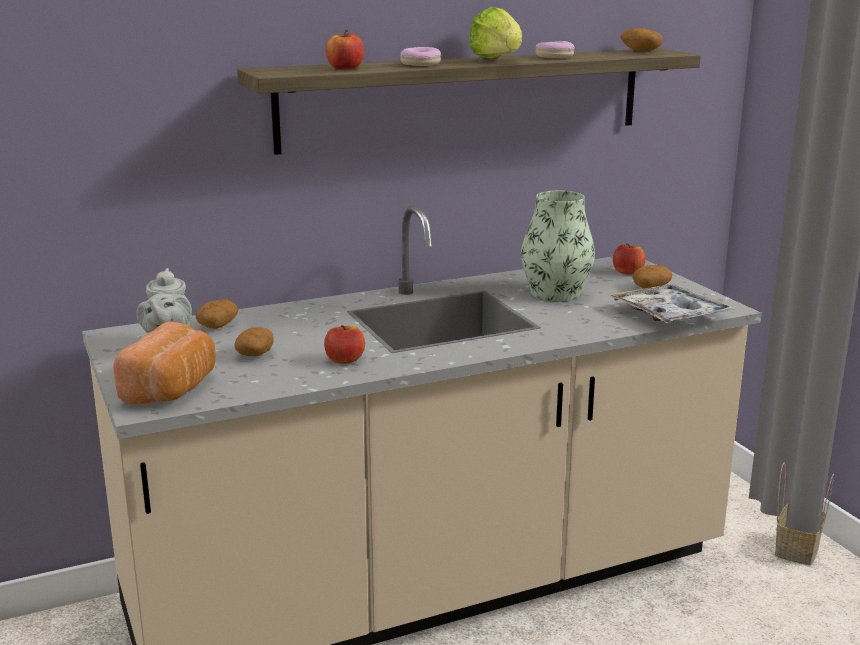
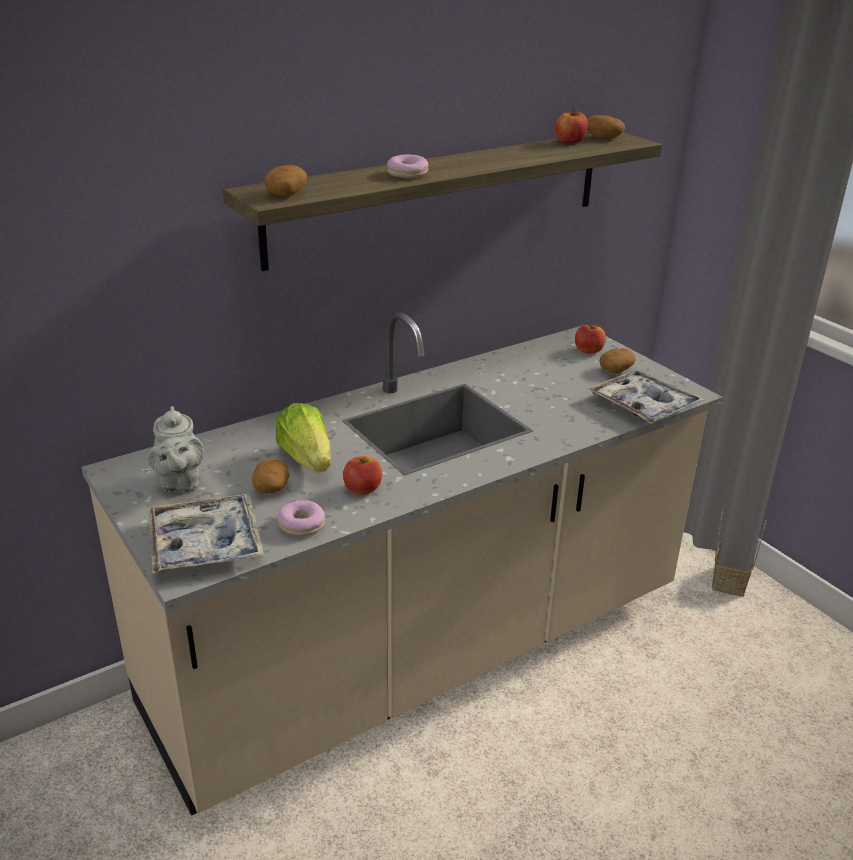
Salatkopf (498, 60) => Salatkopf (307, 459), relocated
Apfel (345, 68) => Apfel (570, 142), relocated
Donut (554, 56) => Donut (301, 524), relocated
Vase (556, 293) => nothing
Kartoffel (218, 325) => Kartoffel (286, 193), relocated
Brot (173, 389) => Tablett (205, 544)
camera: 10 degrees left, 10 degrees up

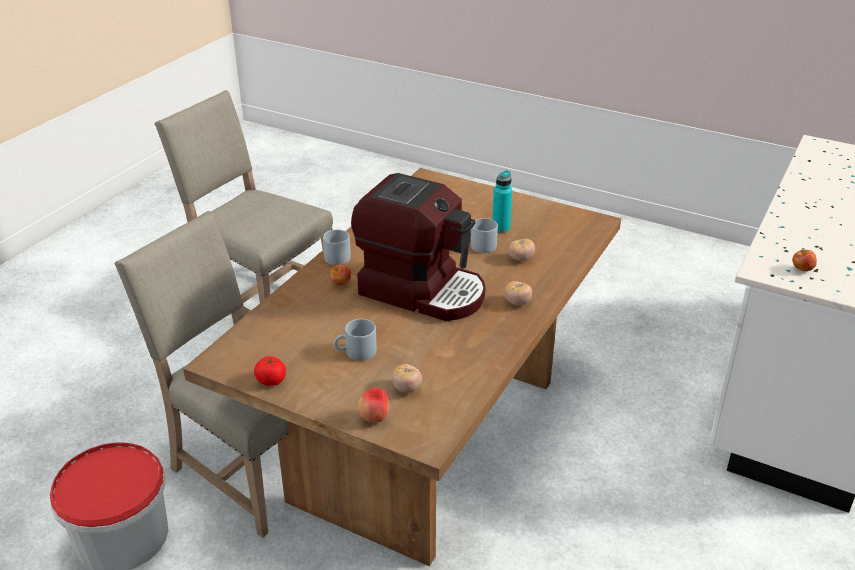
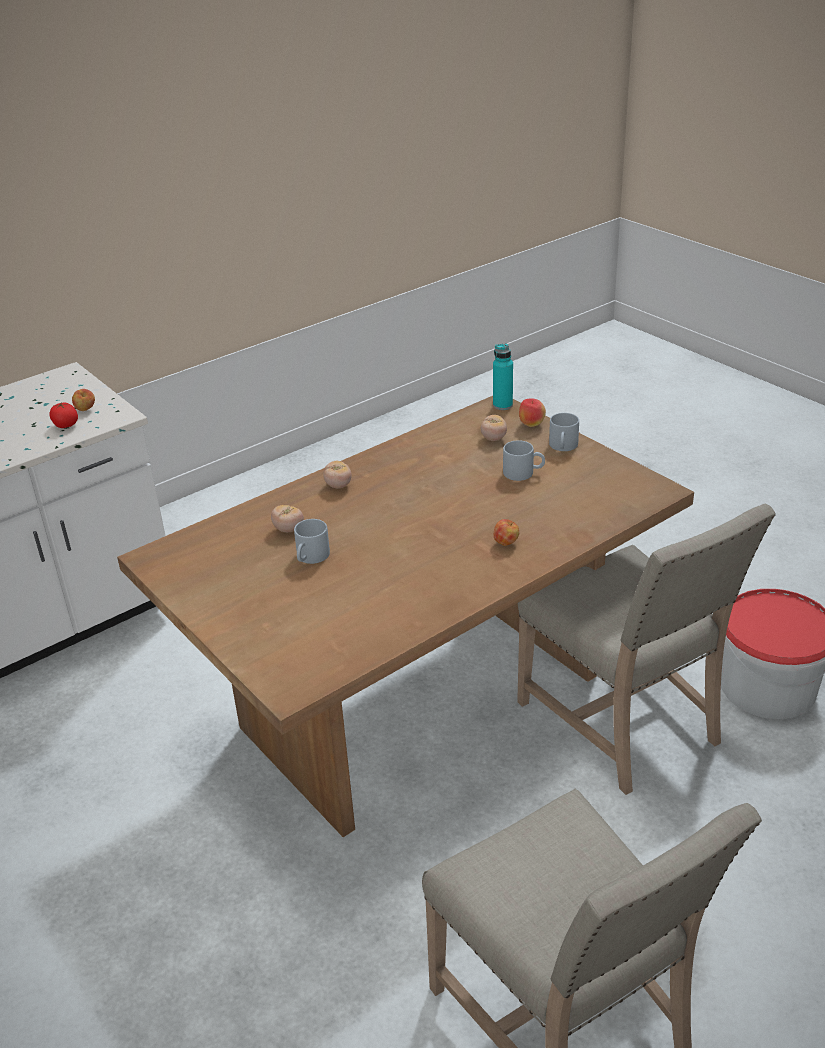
Flasche [türkis] (501, 228) => Flasche [türkis] (502, 405), relocated
Kaffeemaschine (423, 290) => nothing
Henkelbecher [grau] (336, 255) => Henkelbecher [grau] (563, 446), relocated
Tomate (271, 380) => Tomate (66, 425), relocated
camera: 155 degrees left, 0 degrees up

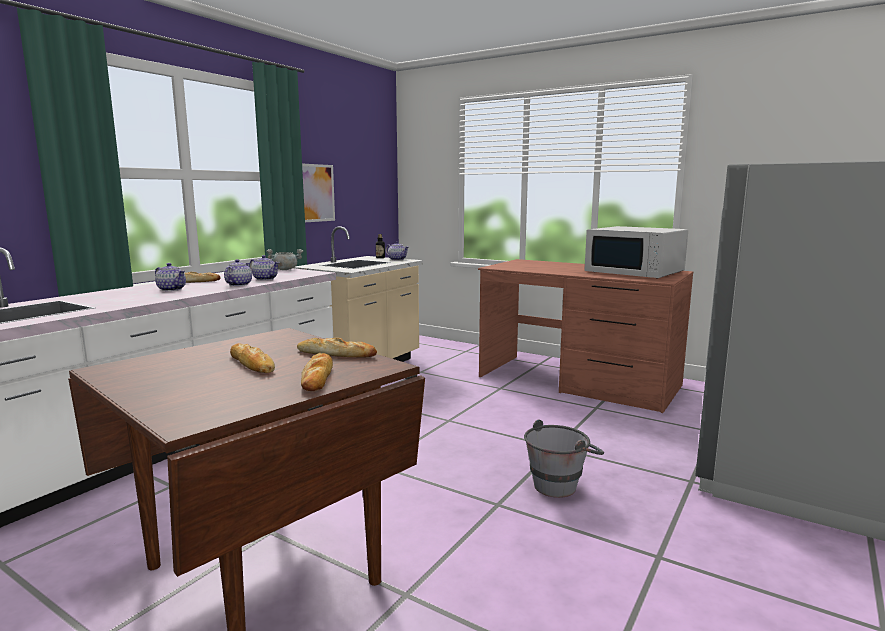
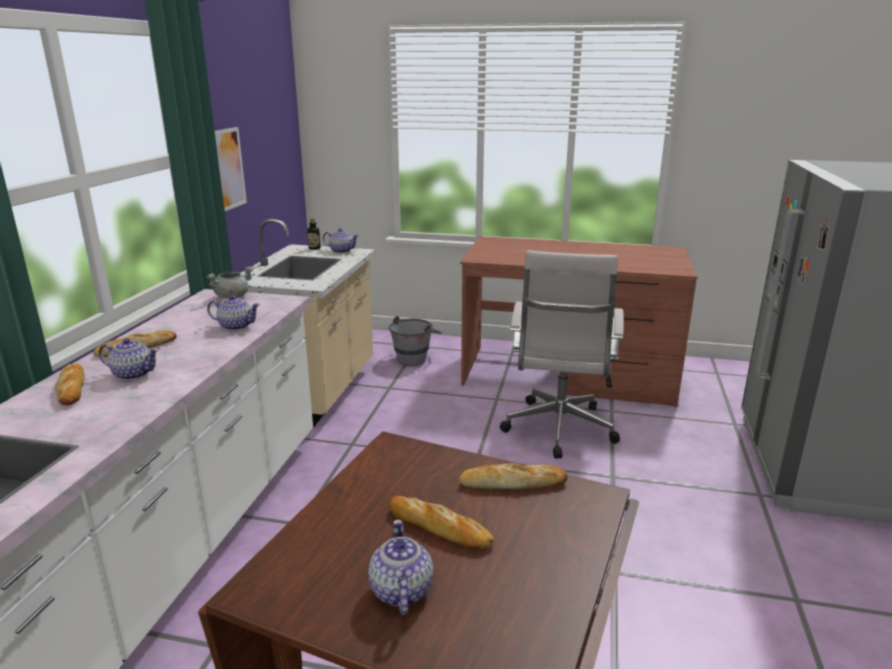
Mikrowelle [weiß] (635, 272) => nothing
Teekanne (238, 284) => Teekanne (400, 591), relocated
Brot (318, 377) => Brot (72, 388), relocated
Eimer [grau] (561, 484) => Eimer [grau] (415, 357), relocated
nothing => Bürostuhl [weiß] (558, 431)
camera: 20 degrees left, 10 degrees up

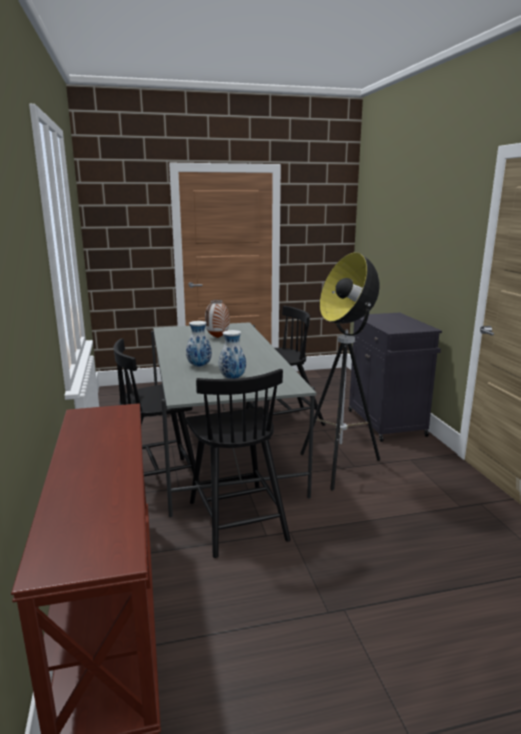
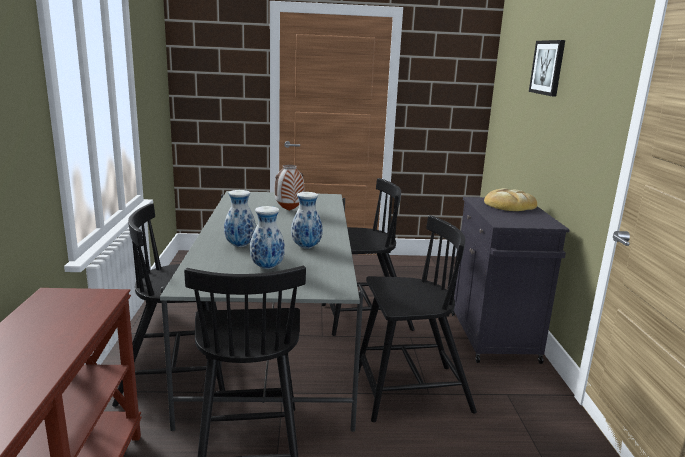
Stehlampe (340, 467) => Stuhl [schwarz] (410, 392)
nothing => Bild (548, 67)
nothing => Brot (509, 205)
nothing => Vase (306, 247)
camera: 10 degrees right, 0 degrees up

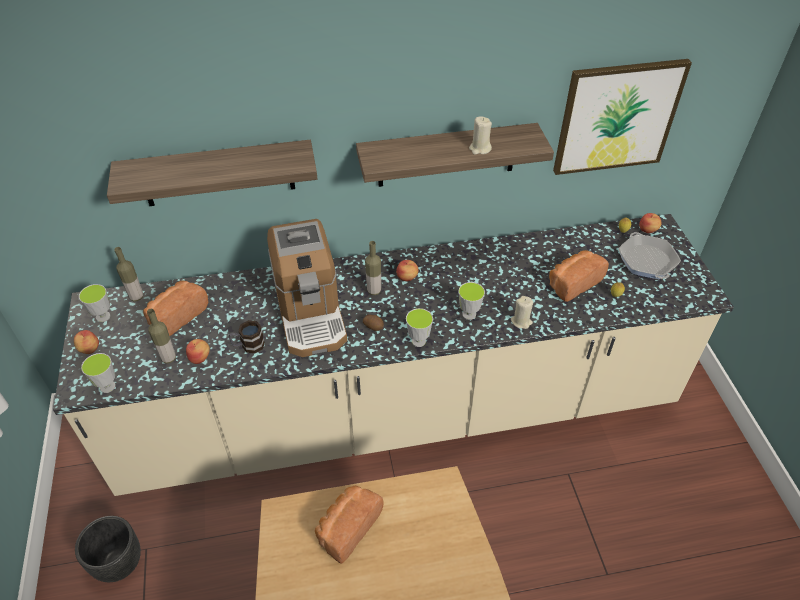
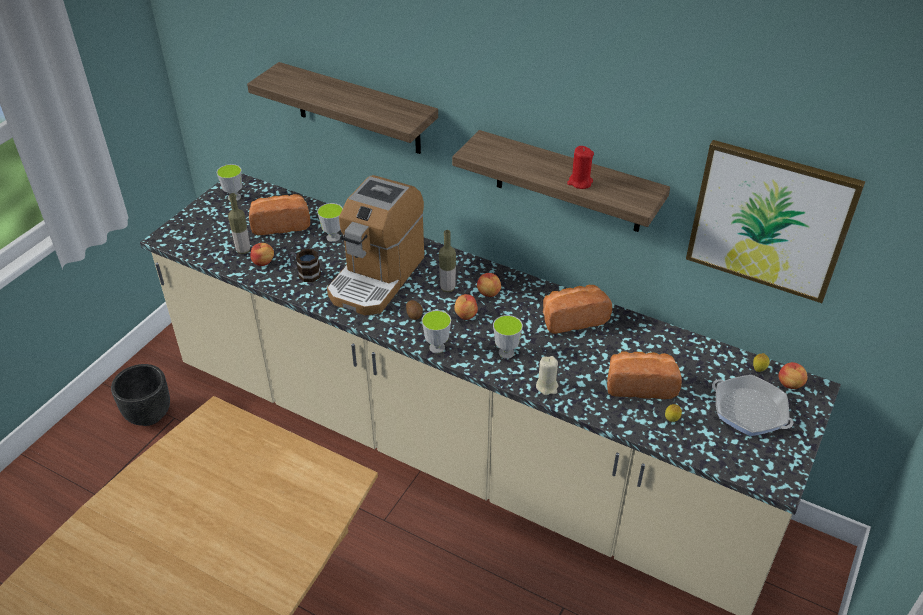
Kerze [beige] (479, 149) => Kerze [rot] (580, 182)
Pfanne (647, 261) => Pfanne (749, 410), 75 degrees counterclockwise
Flasche (136, 297) => nothing
Apfel (89, 349) => Apfel (465, 315), relocated
Tasse (107, 386) => Tasse (333, 237), relocated
Brot (347, 527) => Brot (572, 318), relocated
camera: 40 degrees right, 5 degrees down

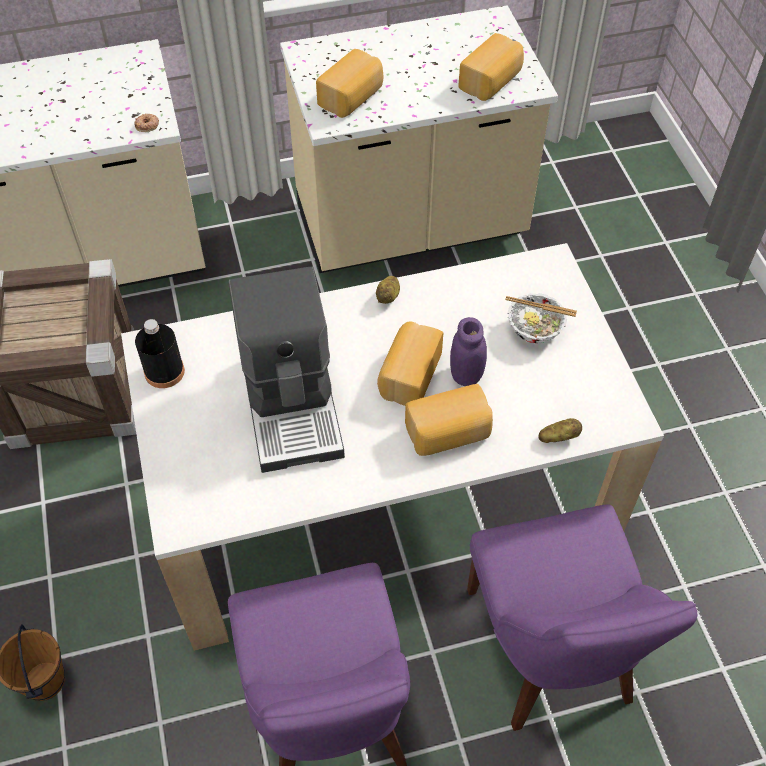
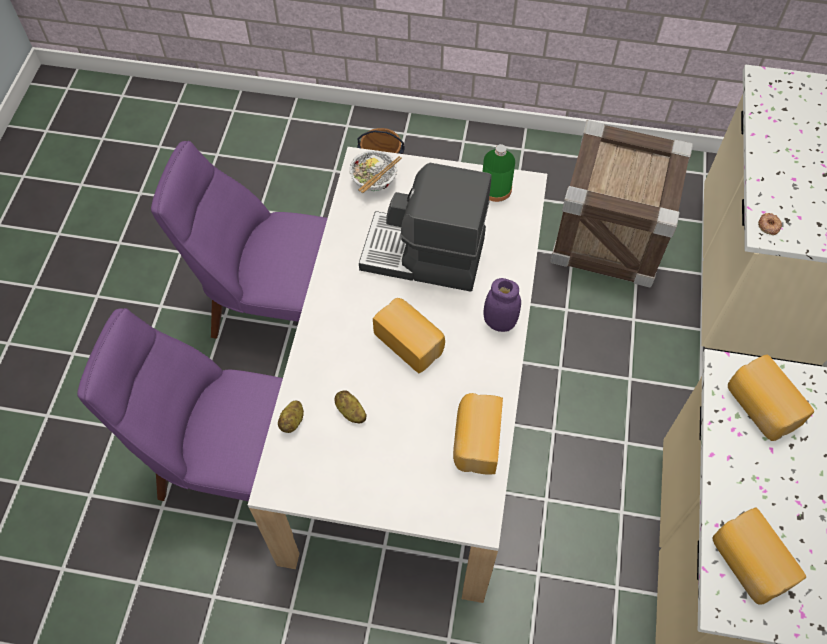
Kartoffel (388, 296) => Kartoffel (350, 412), relocated
Schüssel (534, 330) => Schüssel (374, 181), relocated
Vorratsglas [lila] (466, 375) => Vorratsglas [lila] (499, 322), relocated
Flasche [schwarz] (164, 372) => Flasche [grün] (496, 189)
Brot (448, 433) => Brot (476, 440), relocated
camera: 115 degrees right, 5 degrees up

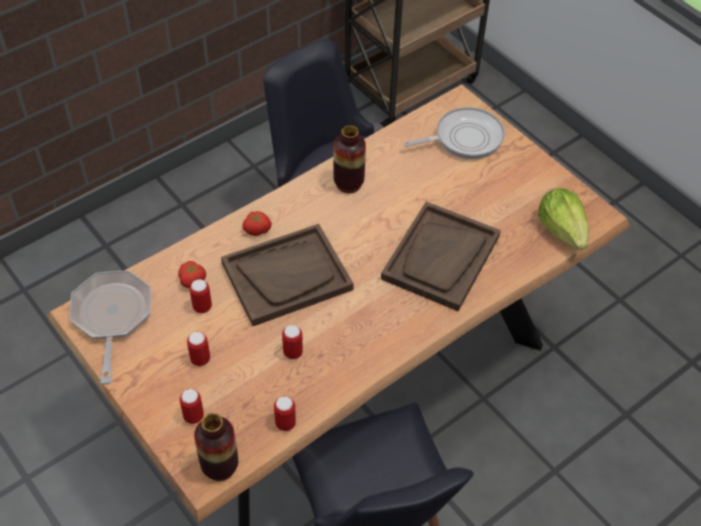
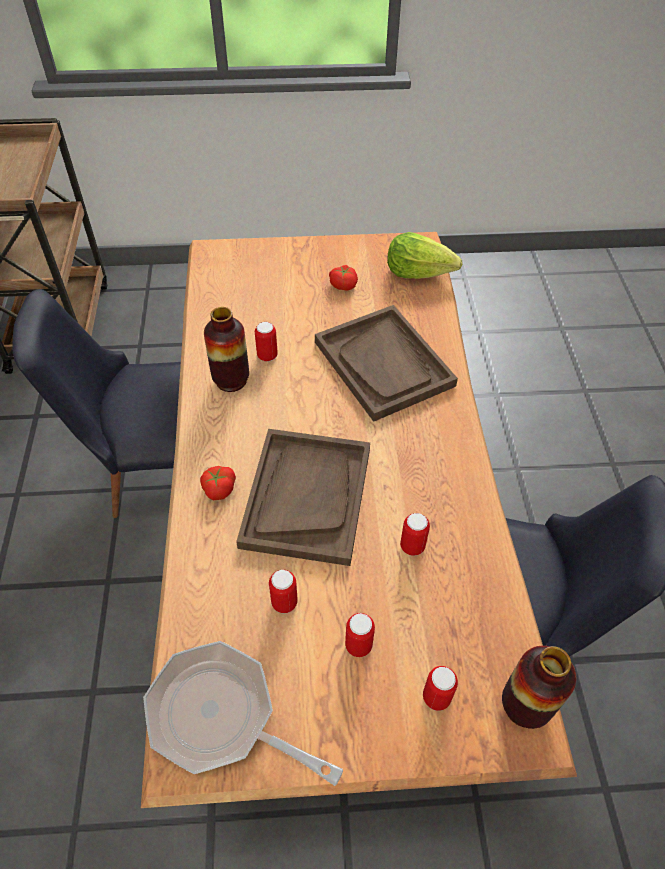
Pfanne (464, 138) => nothing
Tomate (193, 280) => Tomate (344, 285), relocated
Dose (285, 423) => Dose (267, 356), relocated
camera: 55 degrees left, 0 degrees up

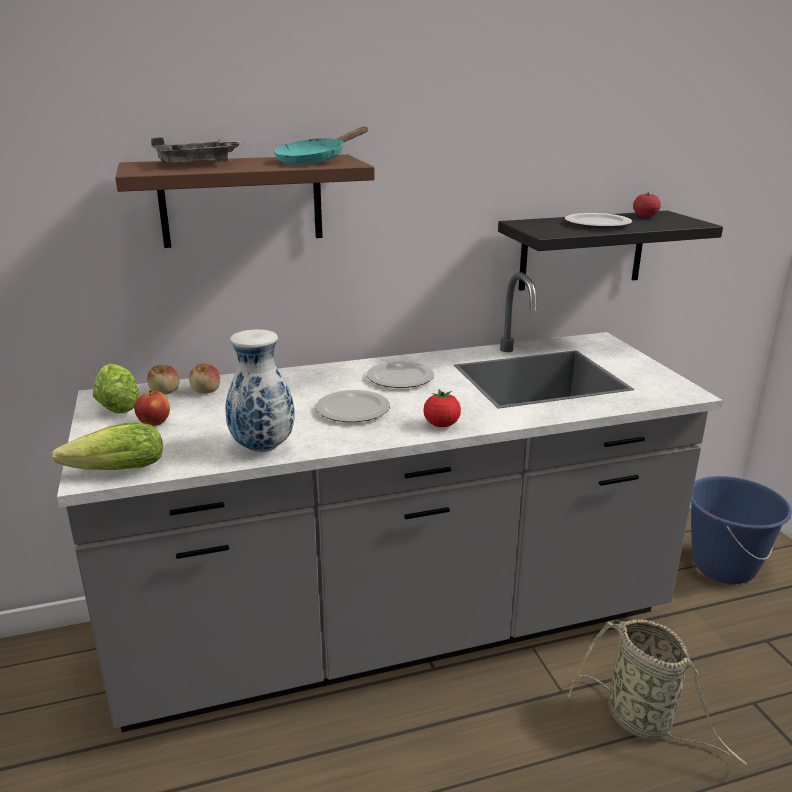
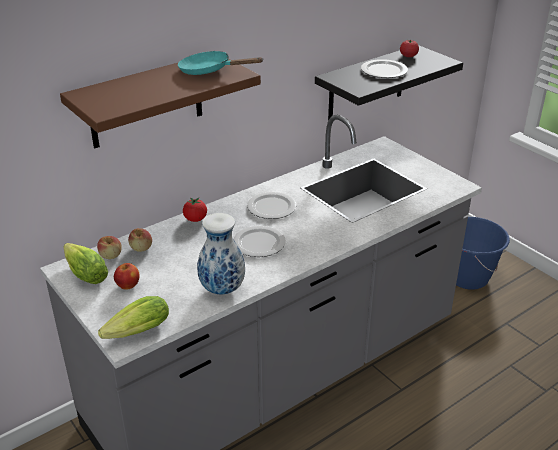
Pfanne [türkis] (315, 161) => Pfanne [türkis] (210, 71), 90 degrees clockwise
Tablett [grau] (199, 164) => nothing
Tomate (441, 425) => Tomate (195, 219), relocated
Korb (643, 721) => nothing
camera: 20 degrees left, 10 degrees up

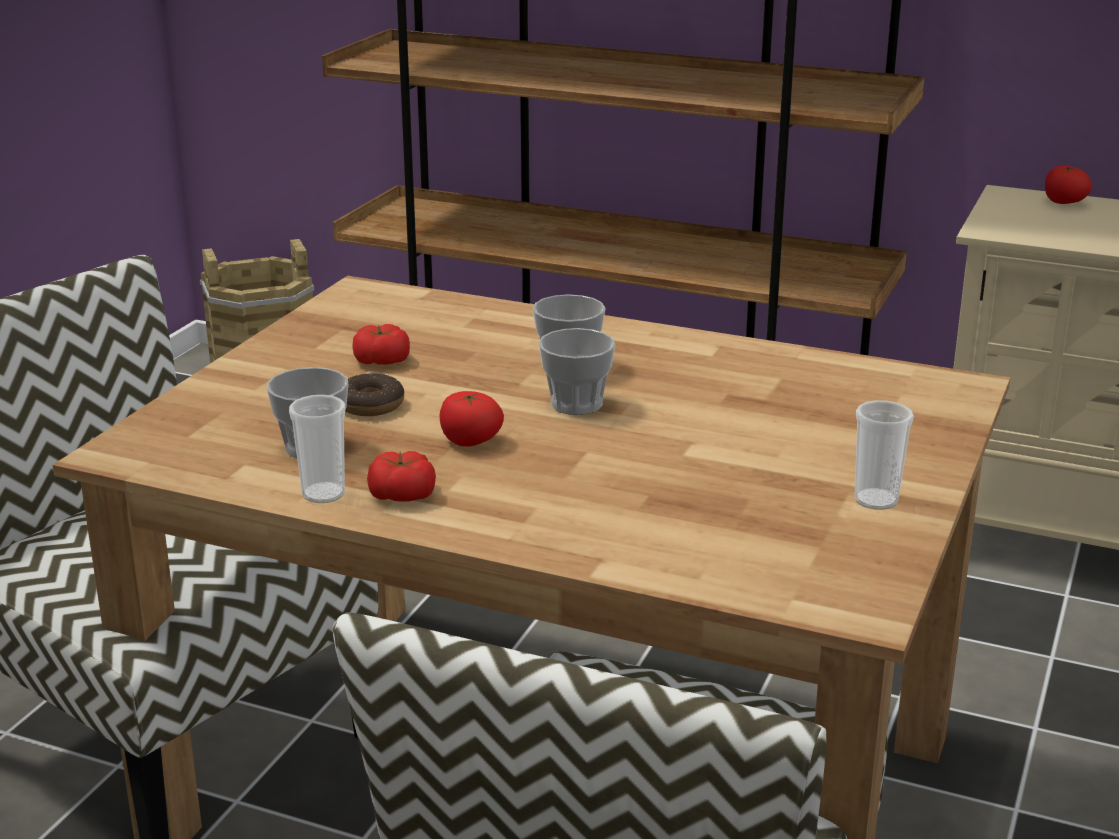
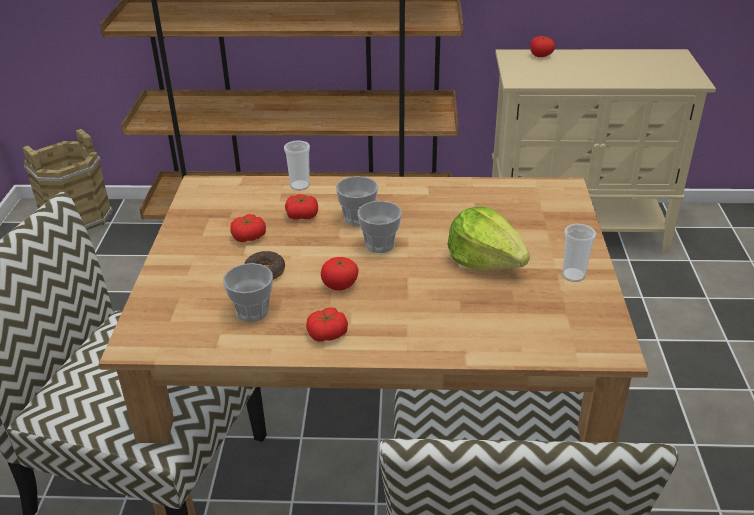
Tasse (323, 494) => Tasse (300, 186), relocated
nothing => Tomate (302, 215)
nothing => Salatkopf (485, 260)
camera: 20 degrees left, 10 degrees up

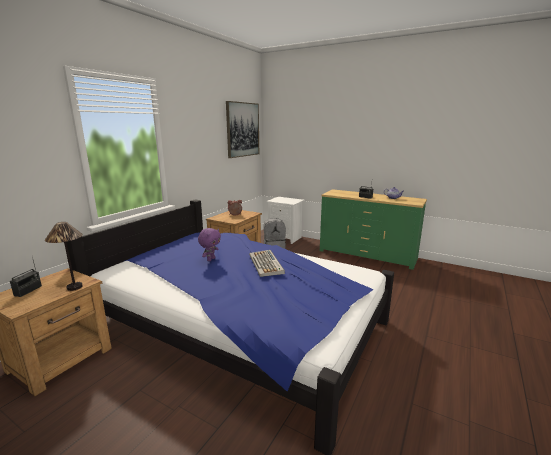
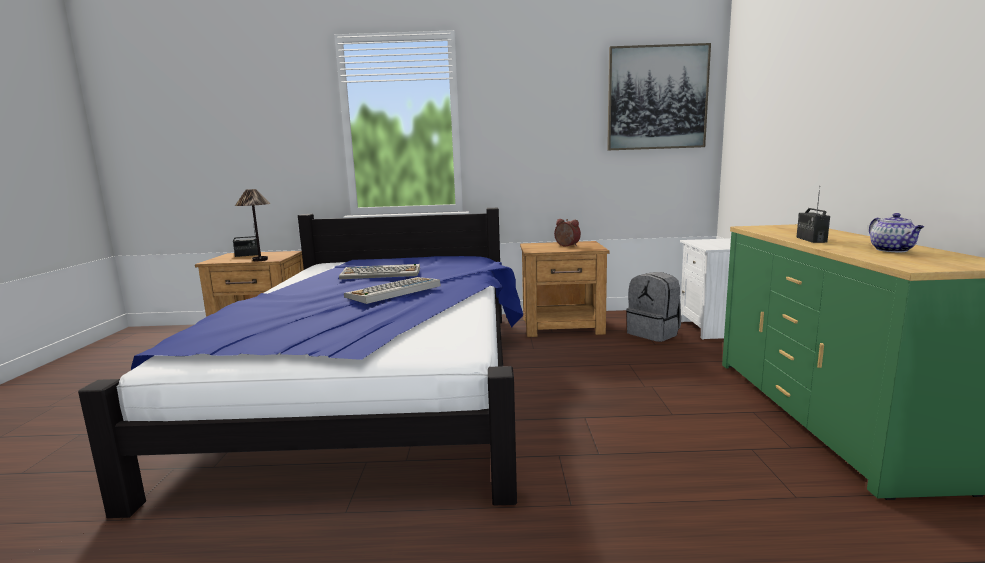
Plüschtier [lila] (210, 259) => Tastatur (382, 274)
camera: 60 degrees right, 5 degrees down

